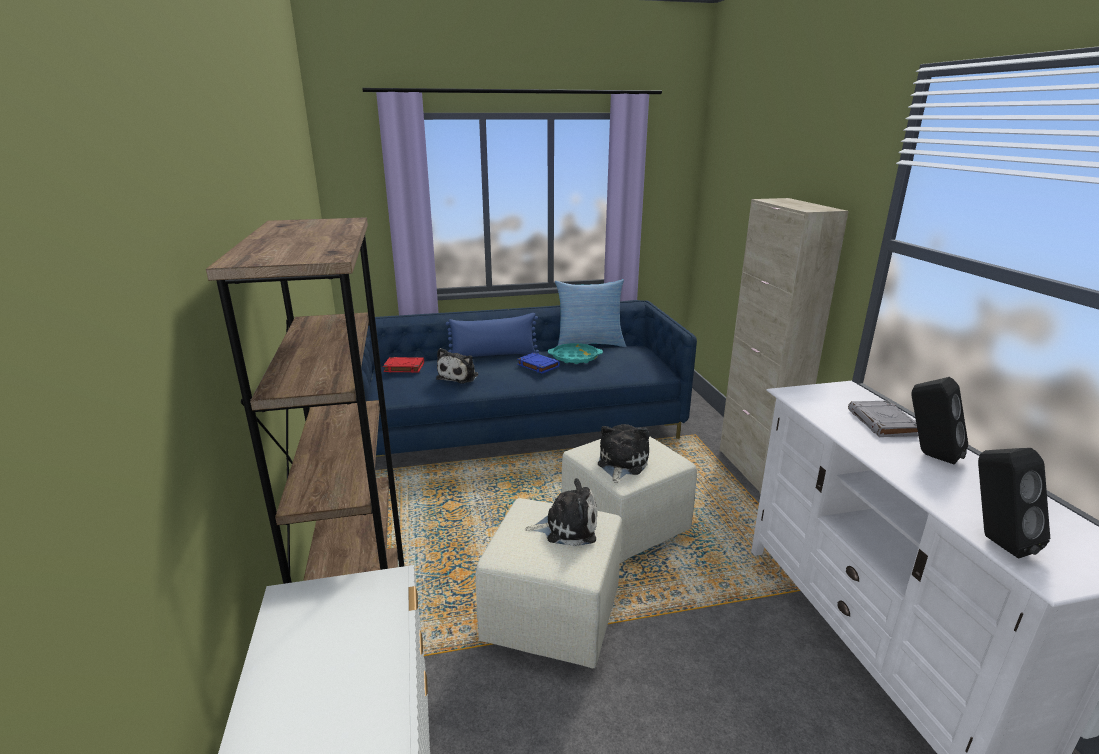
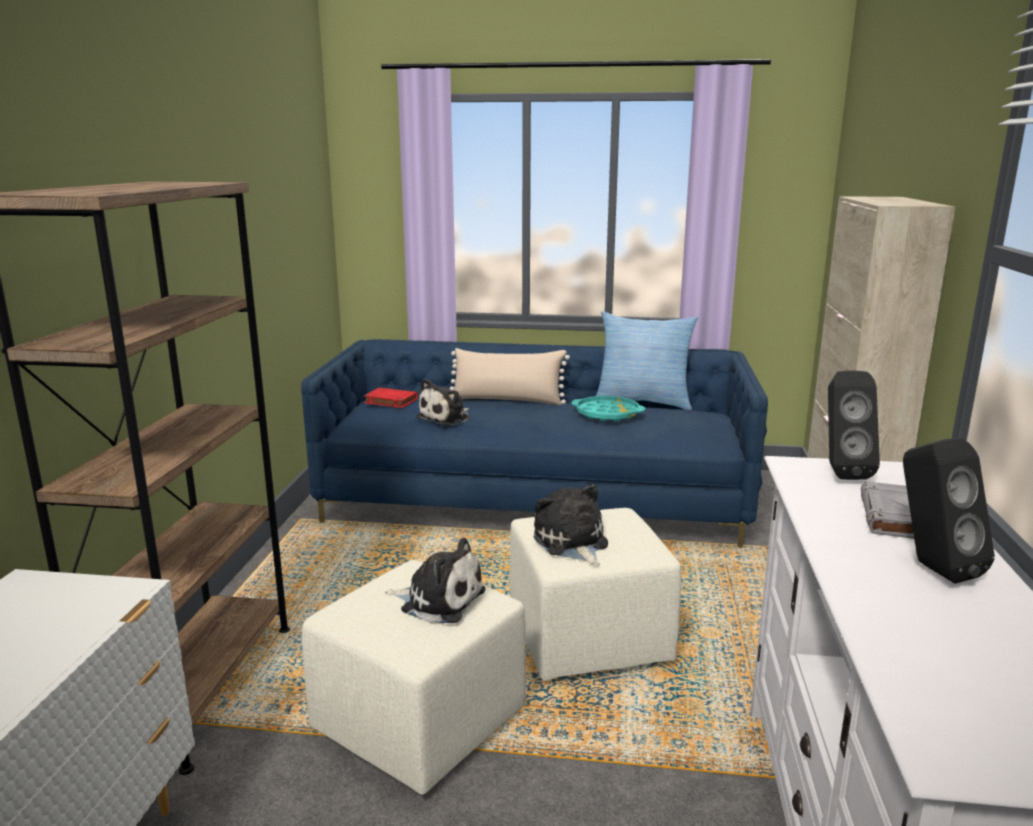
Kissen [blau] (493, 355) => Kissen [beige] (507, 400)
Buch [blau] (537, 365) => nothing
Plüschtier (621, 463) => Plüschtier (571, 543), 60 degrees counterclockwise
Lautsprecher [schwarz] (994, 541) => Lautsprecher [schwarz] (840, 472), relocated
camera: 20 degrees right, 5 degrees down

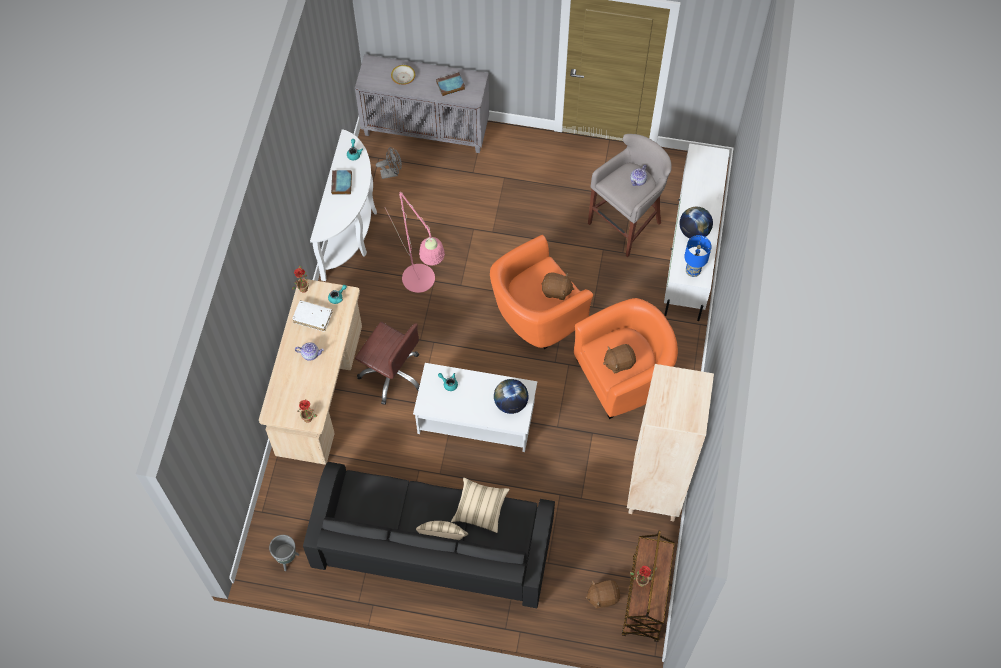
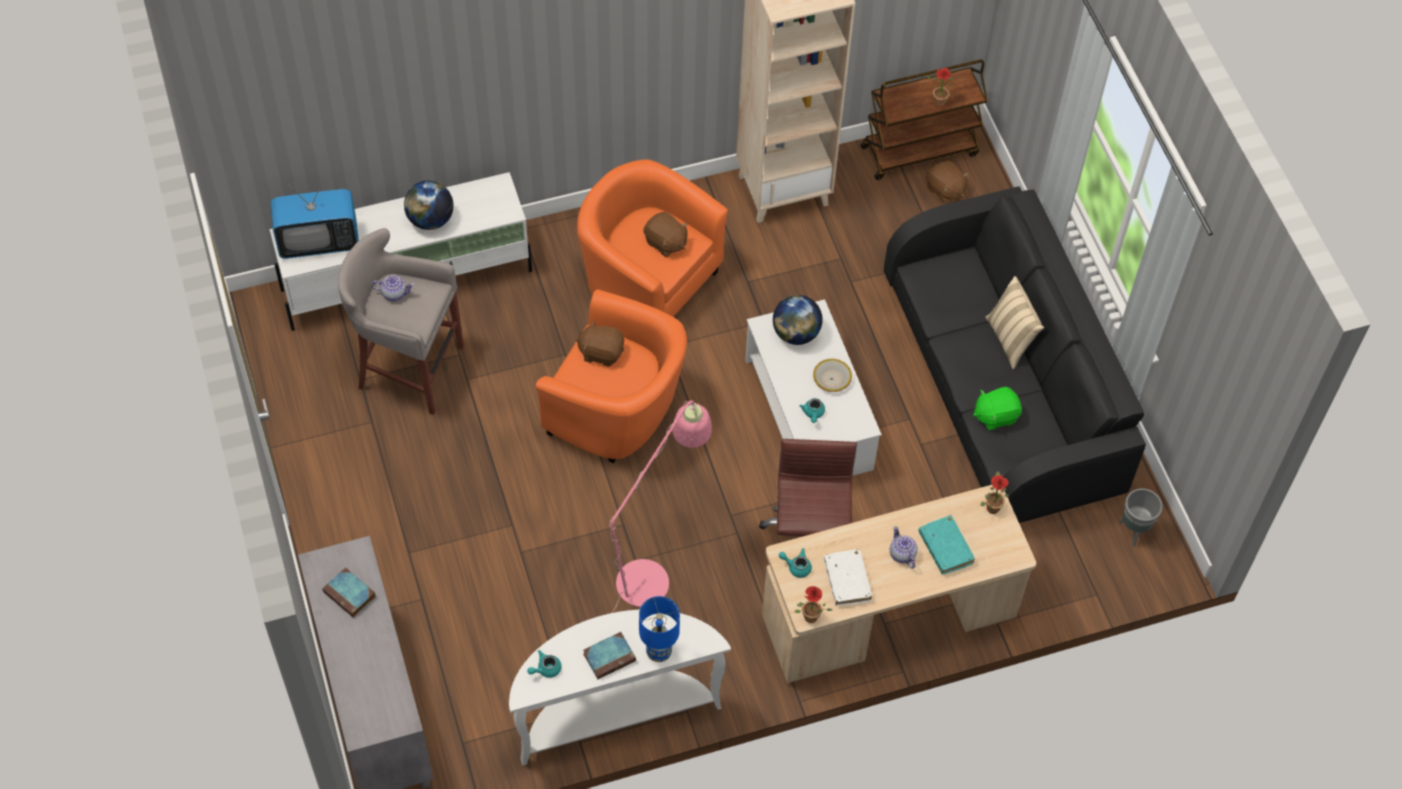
Schüssel (403, 77) => Schüssel (831, 379), relocated
Ventilator [grau] (391, 173) => nothing
Tischlampe [blau] (692, 271) => Tischlampe [blau] (659, 652), relocated
Plüschtier [braun] (556, 291) => Plüschtier [braun] (601, 352), 60 degrees counterclockwise
Kissen [beige] (480, 508) => nothing
nothing => Fernseher (319, 241)
nothing => Plüschtier [grün] (995, 415)
nothing => Buch [türkis] (945, 548)
camera: 120 degrees left, 5 degrees down

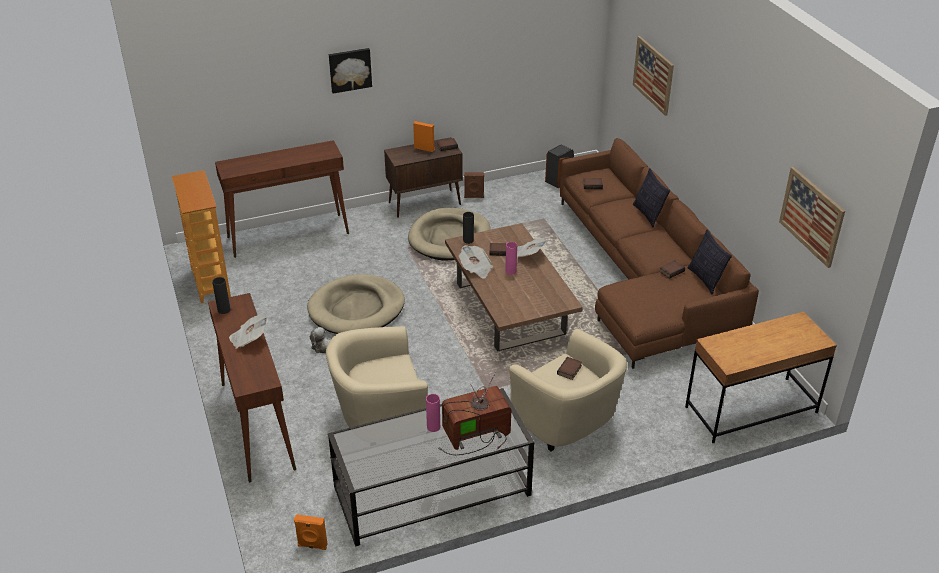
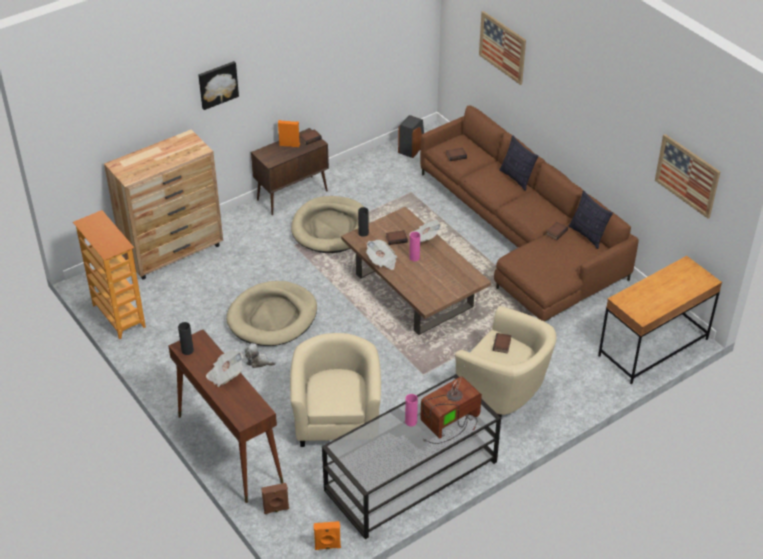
Konsolentisch [braun] (289, 235) => Kommode [braun] (173, 252)
Lautsprecher [braun] (474, 197) => Lautsprecher [braun] (276, 510), relocated
Sessel [beige] (379, 418) => Sessel [beige] (337, 419), 120 degrees clockwise
camera: 15 degrees left, 5 degrees up

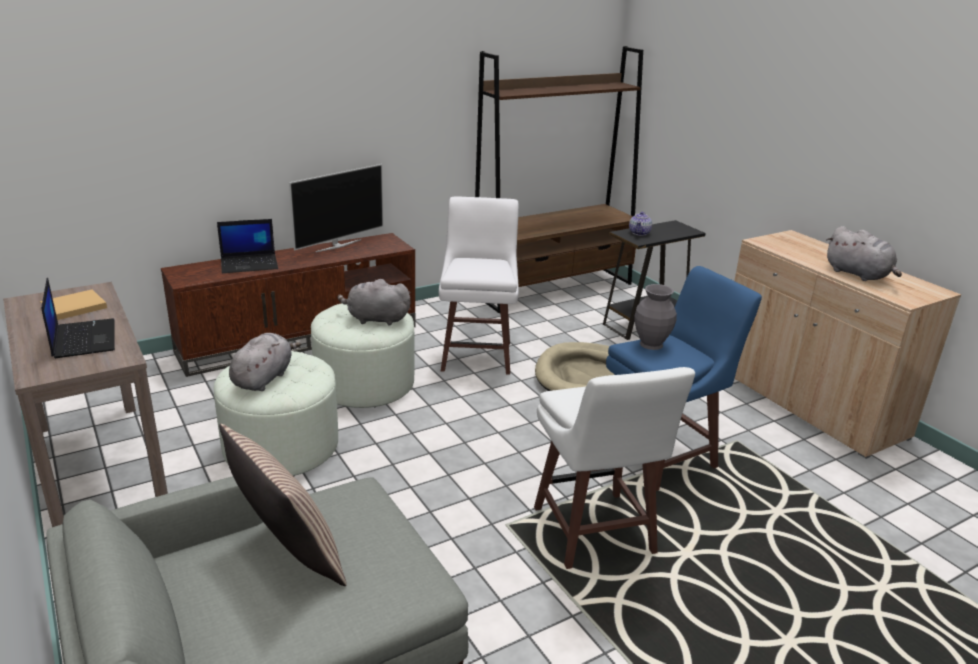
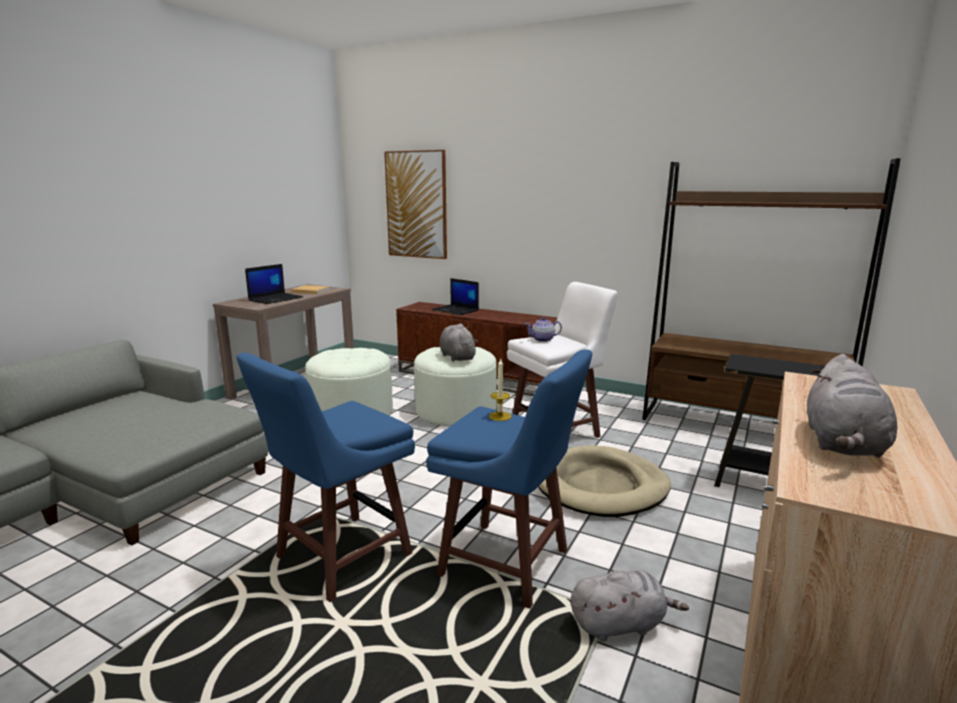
Fernseher (338, 245) => nothing
Teekanne (639, 233) => Teekanne (543, 339), relocated
Vase [grau] (650, 344) => Kerze (500, 416)
Plüschtier [grau] (263, 378) => Plüschtier [grau] (620, 624), relocated
Hocker [weiß] (594, 533) => Hocker [blau] (340, 557)
Kissen (287, 556) => nothing
nothing => Bild (416, 205)
camera: 60 degrees right, 10 degrees down

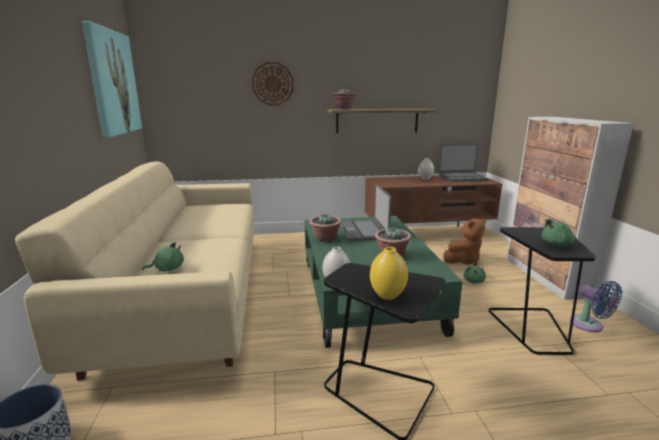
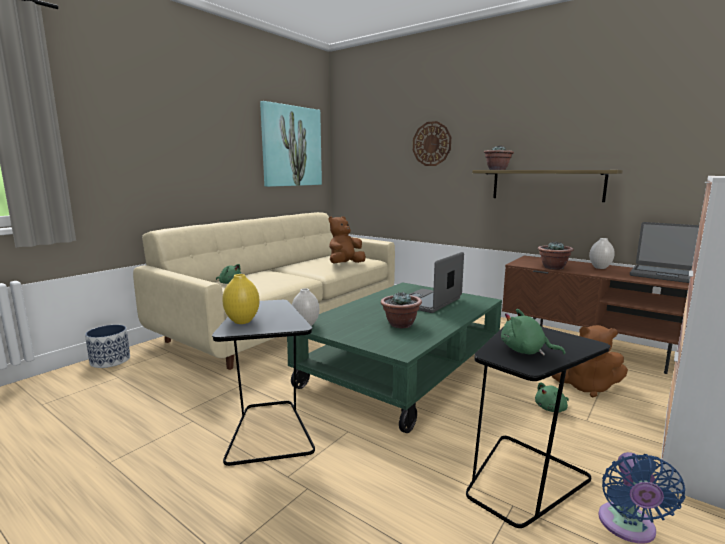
Topfpflanze (325, 239) => Topfpflanze (553, 267), relocated
nothing => Plüschtier [braun] (345, 264)
camera: 45 degrees right, 5 degrees down

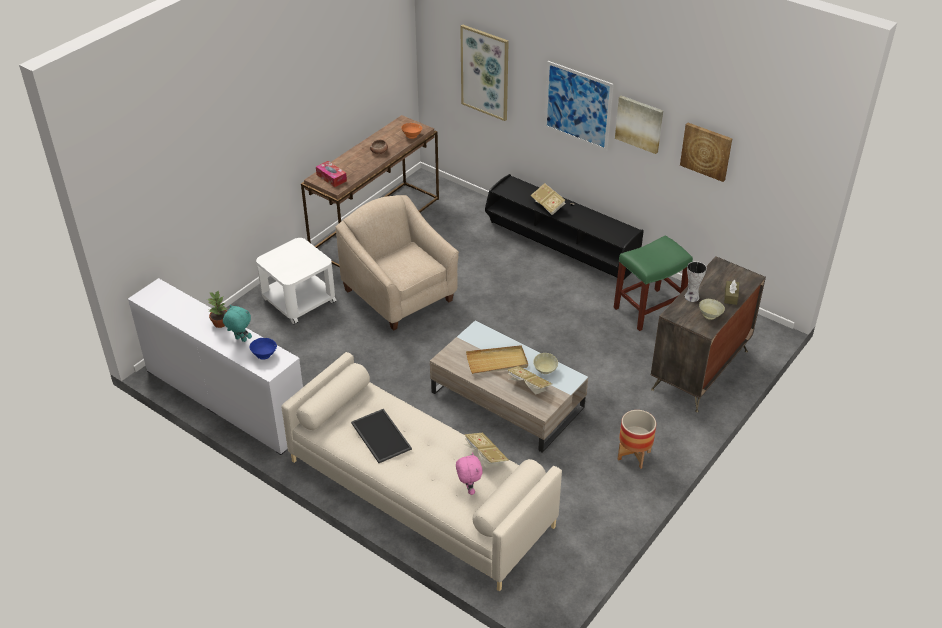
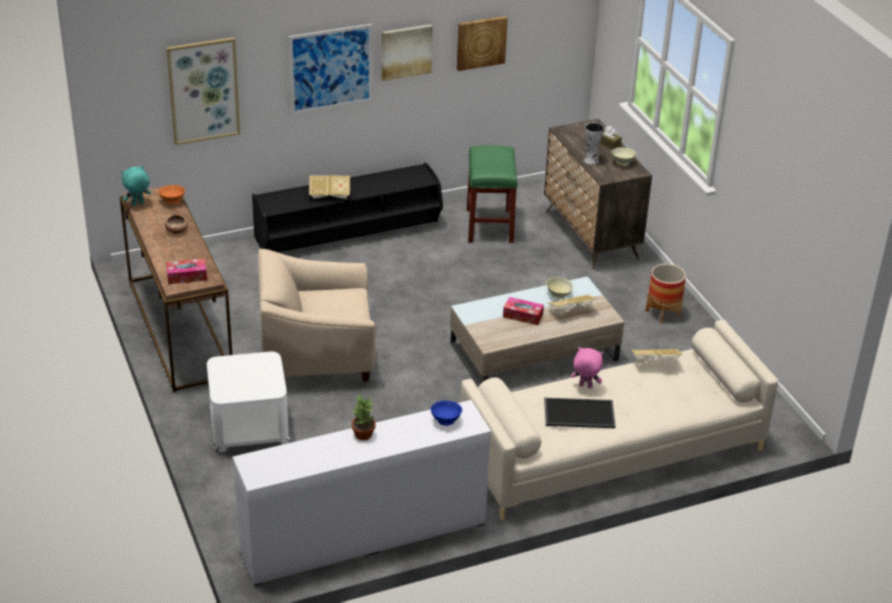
Plüschtier [türkis] (240, 340) => Plüschtier [türkis] (138, 204), relocated
Tablett [beige] (497, 362) => Taschentuchbox (523, 316)
Plüschtier [rosa] (468, 489) => Plüschtier [rosa] (585, 386), relocated
camera: 60 degrees left, 5 degrees down

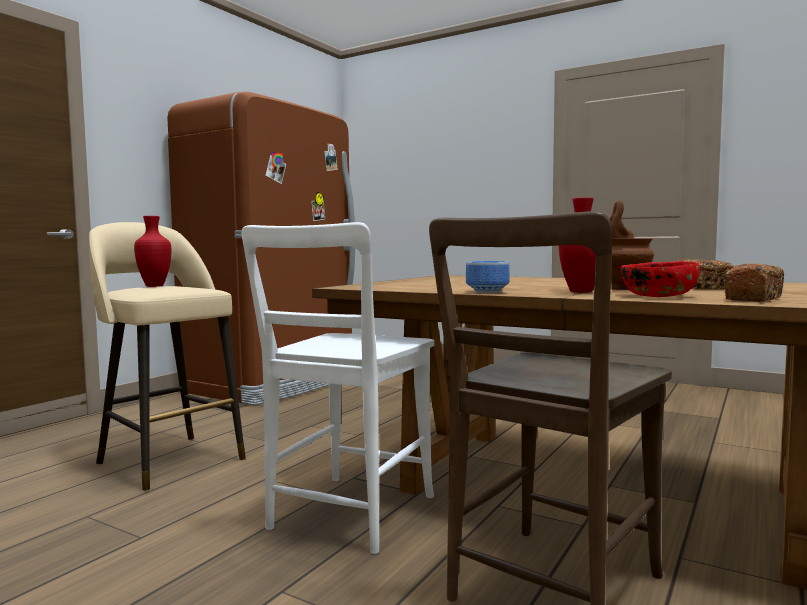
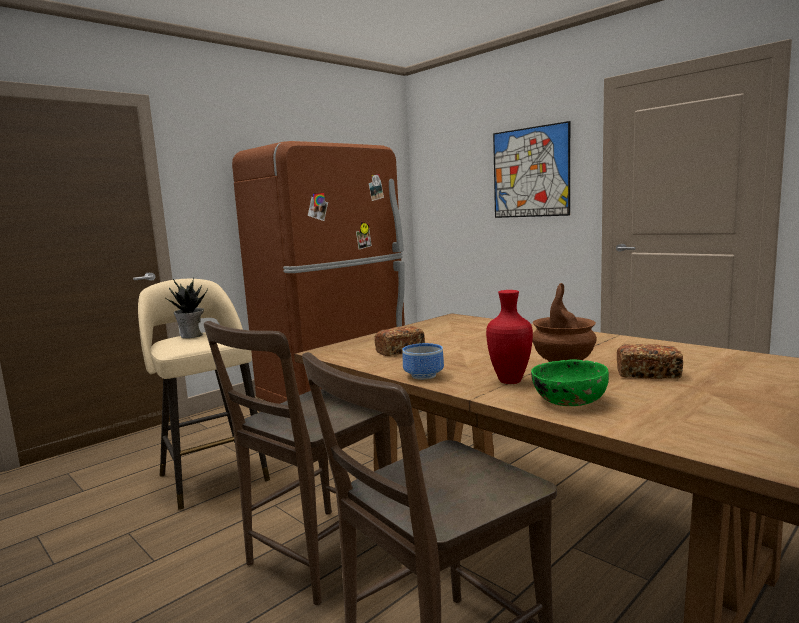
Vase [rot] (154, 286) => Topfpflanze (192, 336)
Stuhl [weiß] (347, 516) => Stuhl [braun] (317, 557)
Schüssel [rot] (657, 296) => Schüssel [grün] (568, 400)
Brot (753, 299) => Brot (400, 351), relocated
nothing => Bild (530, 172)
camera: 15 degrees right, 5 degrees up

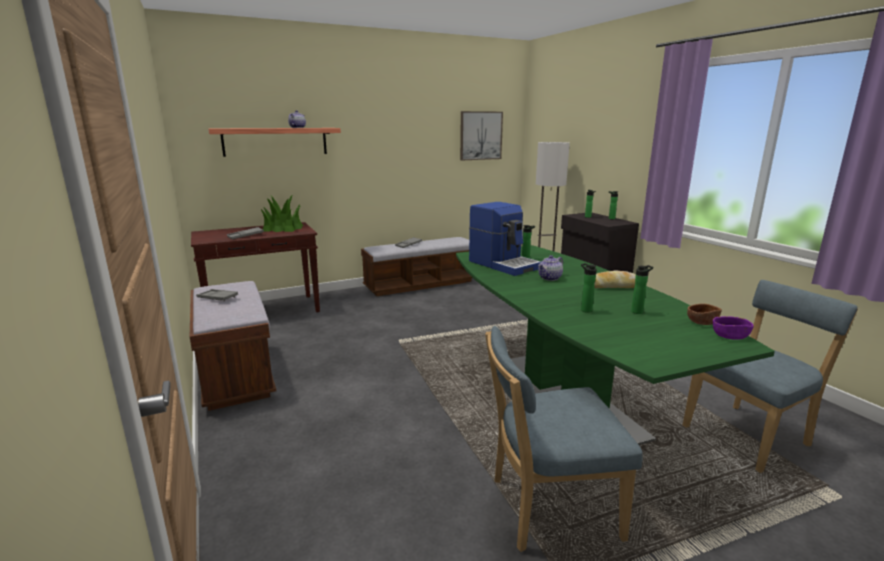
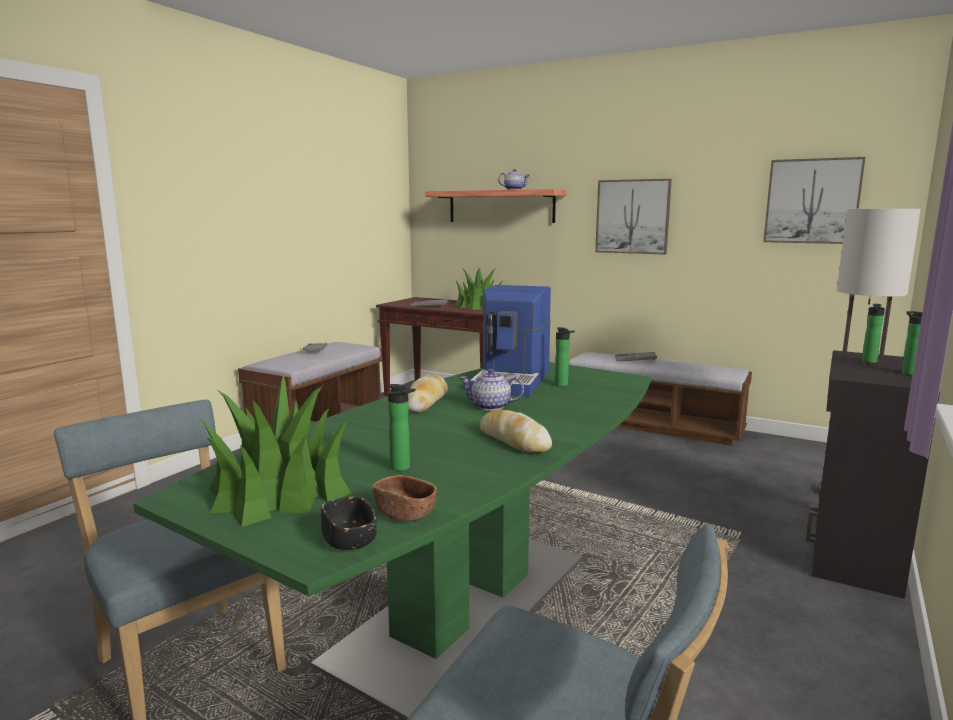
Flasche (585, 310) => nothing
Schüssel [lila] (730, 336) => Schüssel [schwarz] (349, 540)
nothing => Bild (632, 216)
nothing => Topfpflanze (277, 492)
nothing => Brot (425, 401)
camera: 55 degrees right, 5 degrees down

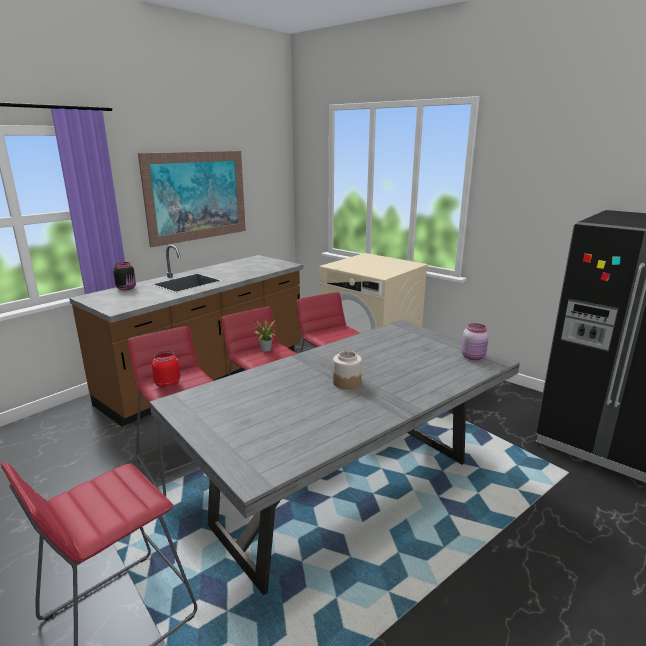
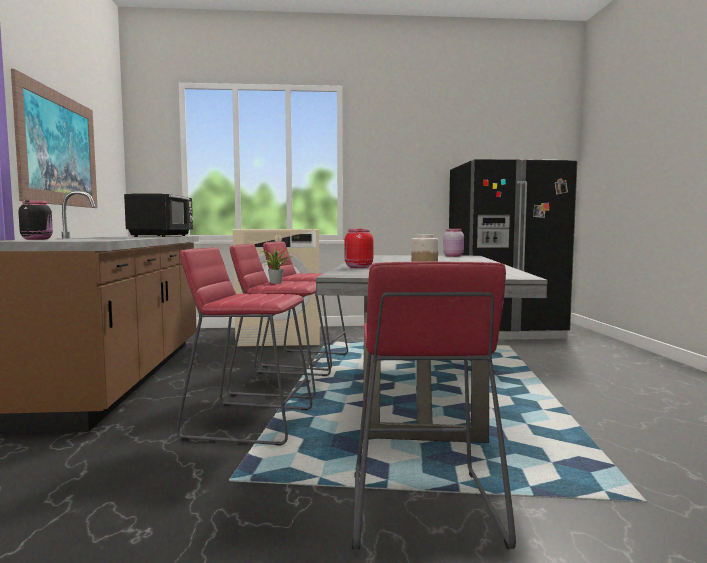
Vorratsglas [rot] (167, 384) => Vorratsglas [rot] (358, 267), relocated
nothing => Mikrowelle [schwarz] (162, 236)
camera: 45 degrees left, 15 degrees down

